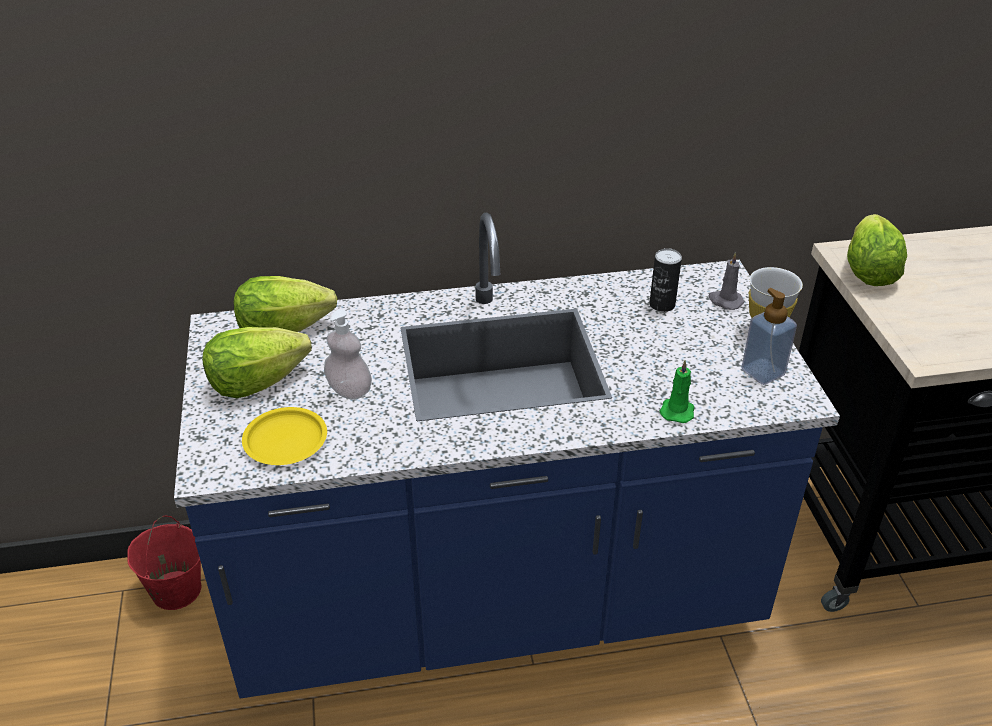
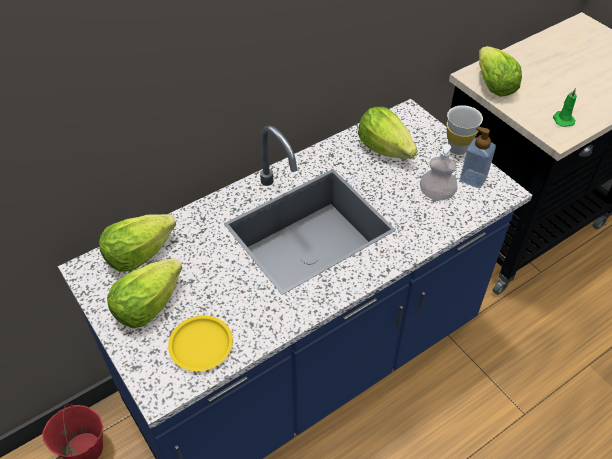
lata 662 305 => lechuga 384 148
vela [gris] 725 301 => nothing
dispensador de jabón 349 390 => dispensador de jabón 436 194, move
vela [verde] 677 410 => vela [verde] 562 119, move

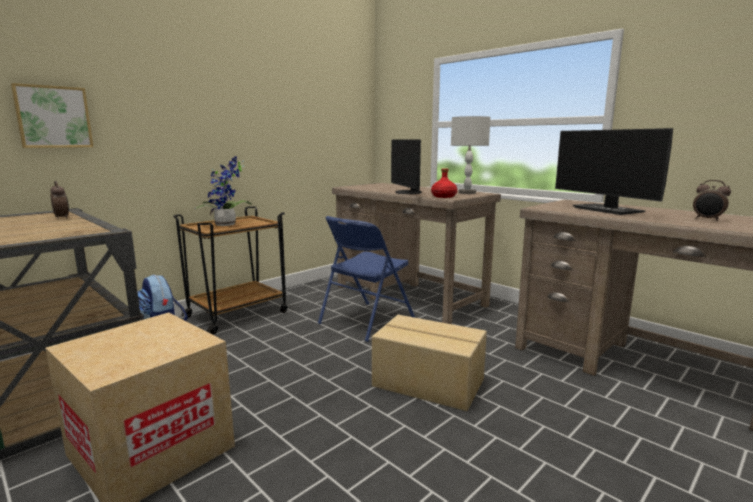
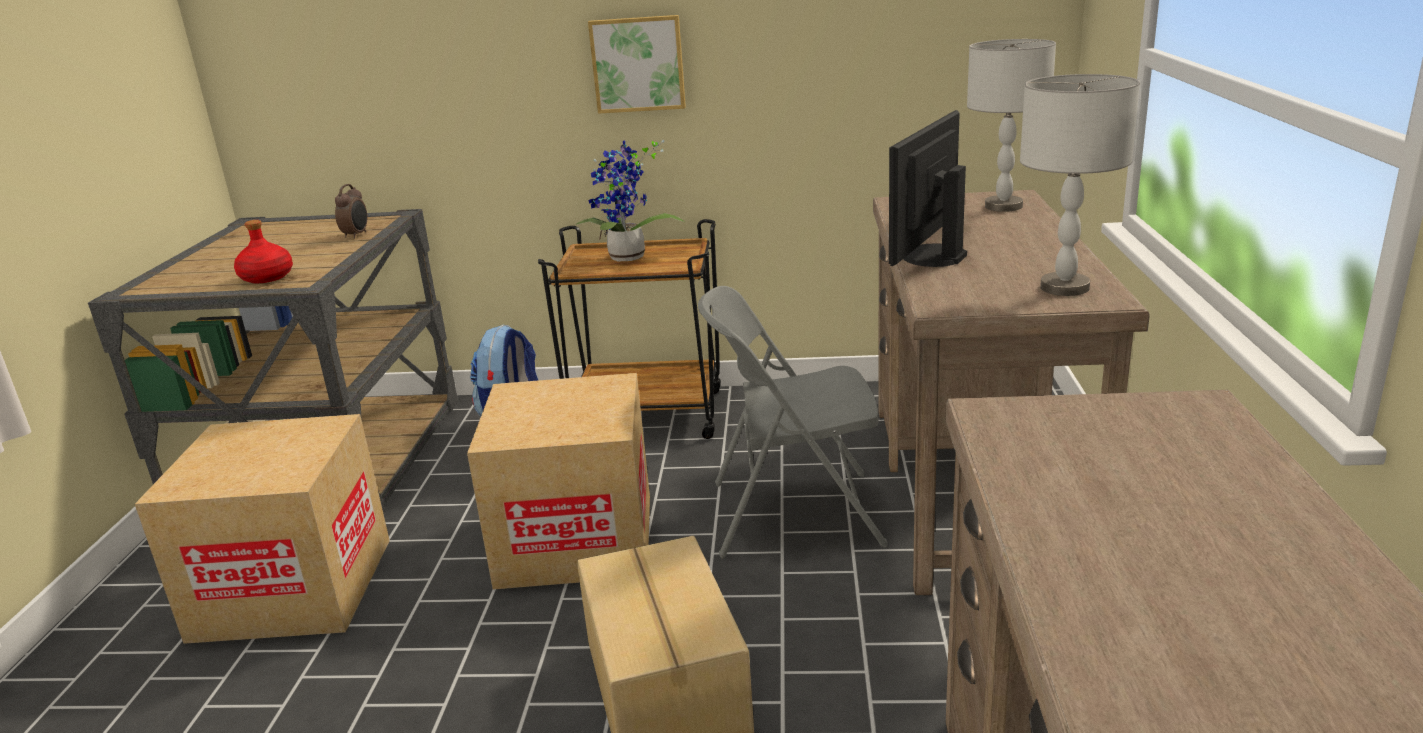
cuadro 53 117 => cuadro 638 64, move
monitor 608 210 => nothing
botella [rojo] 444 196 => botella [rojo] 267 277, move
despertador 707 219 => nothing
silla [azul] 366 320 => silla [gris] 795 513
nothing => lámpara de mesa [gris] 1002 206
nothing => caja de cartón 576 539

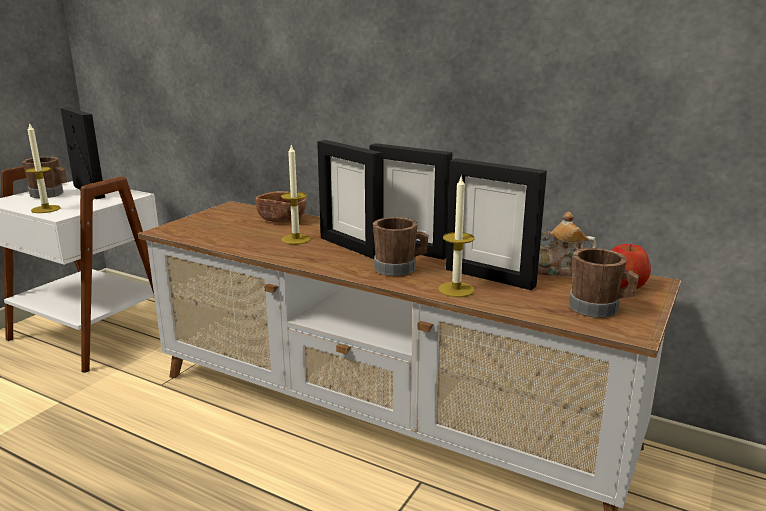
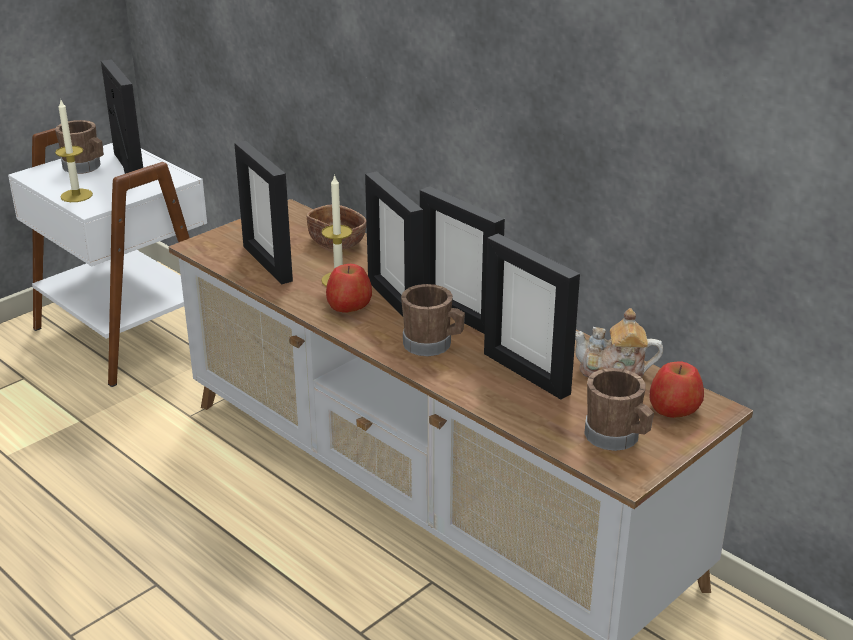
vela 456 289 => nothing
nothing => portarretratos 269 263
nothing => manzana 349 306

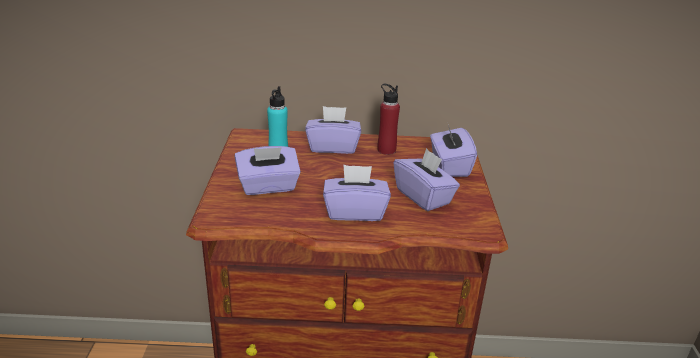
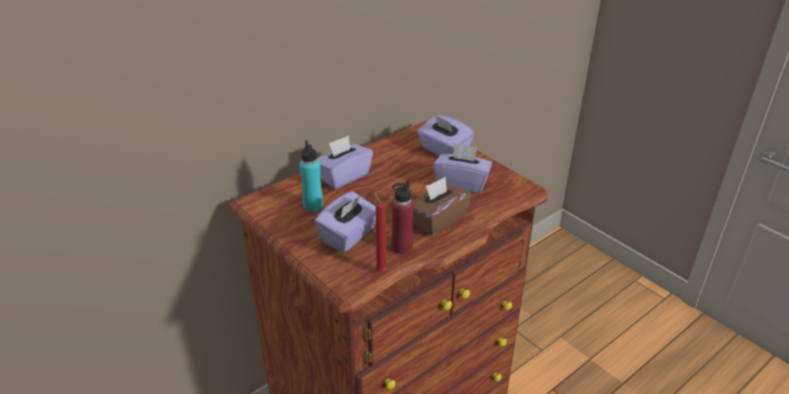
botella [rojo] 386 150 => botella [rojo] 401 247, move
caja de pañuelos [morado] 355 212 => caja de pañuelos [marrón] 437 220
nothing => vela [rojo] 380 270

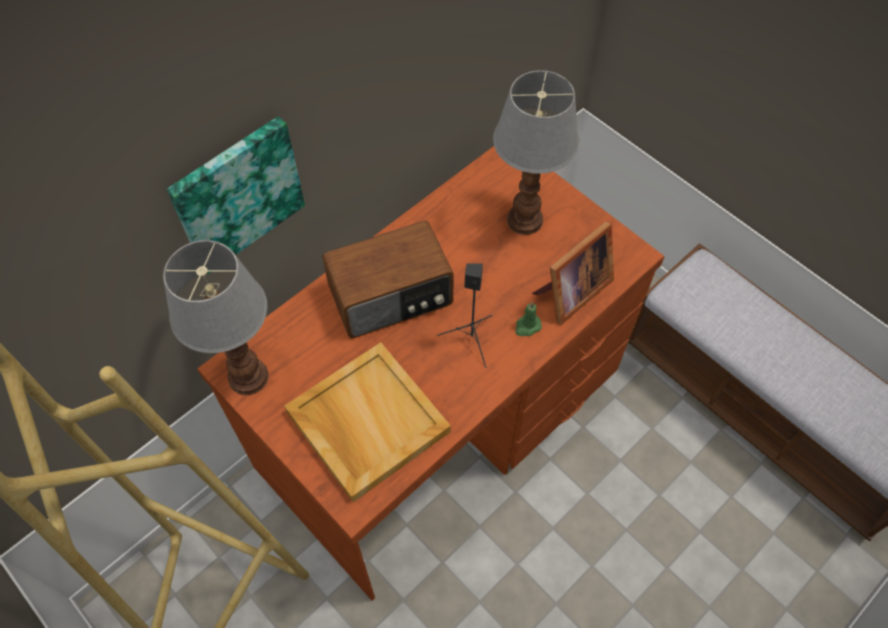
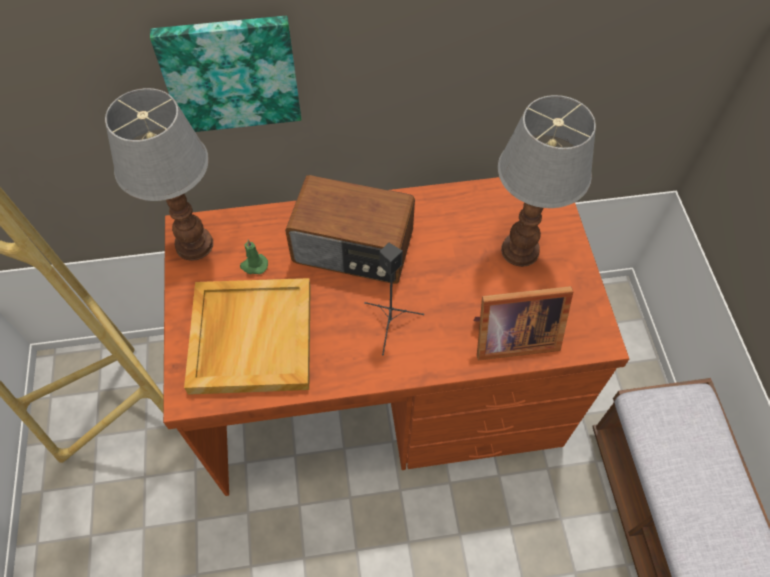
vela [verde] 527 326 => vela [verde] 254 265, move

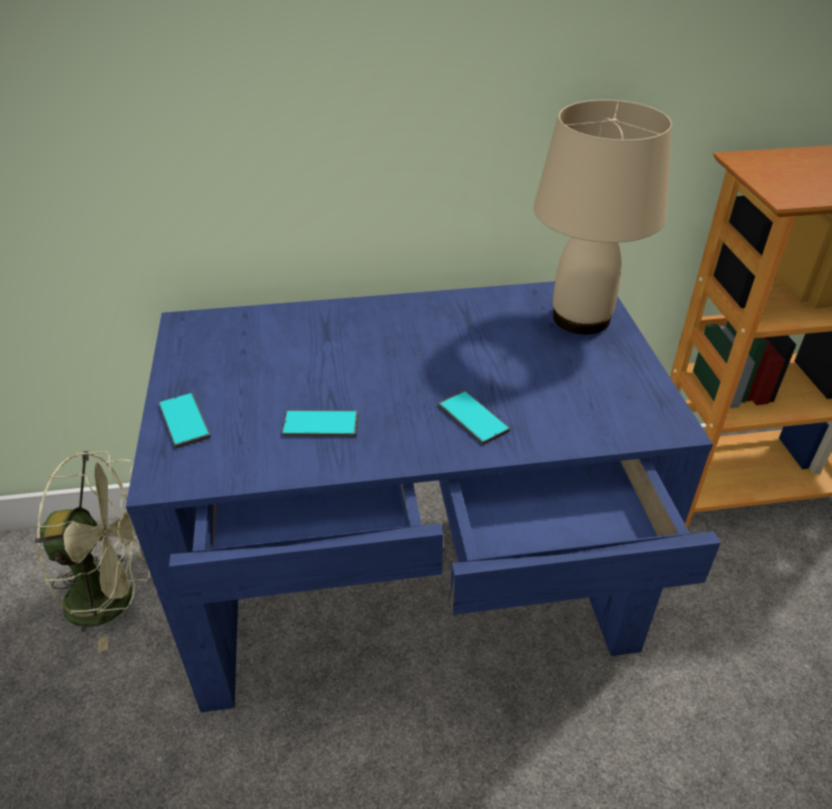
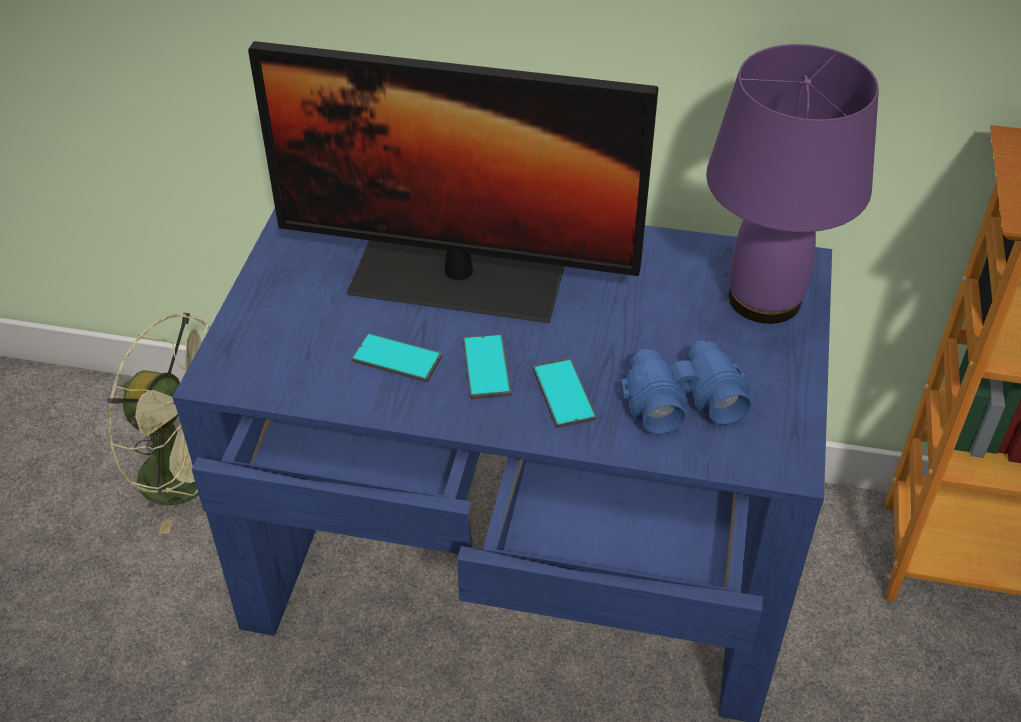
lámpara de mesa [beis] 580 317 => lámpara de mesa [morado] 765 298
móvil 184 420 => móvil 486 367, move
nothing => monitor 457 278
nothing => prismáticos [azul] 681 399

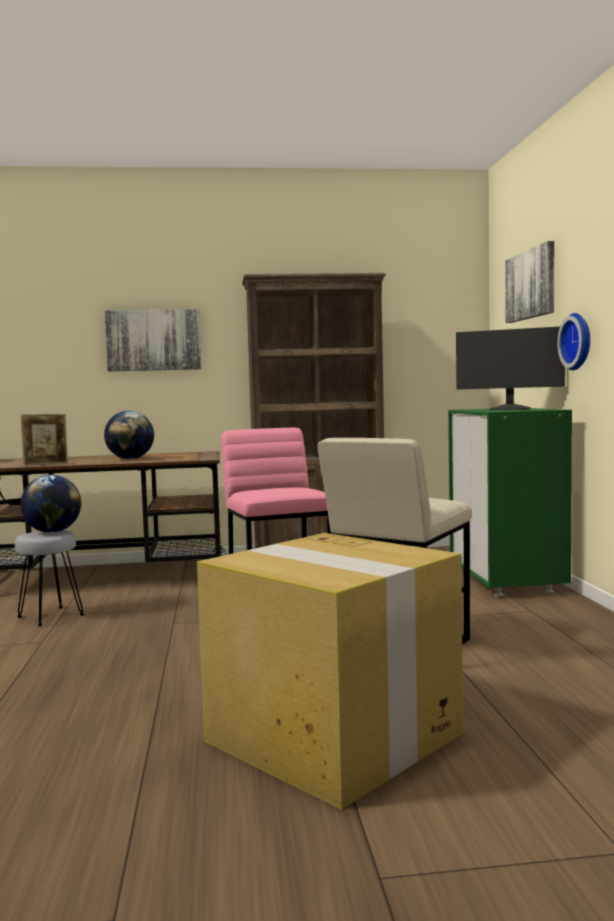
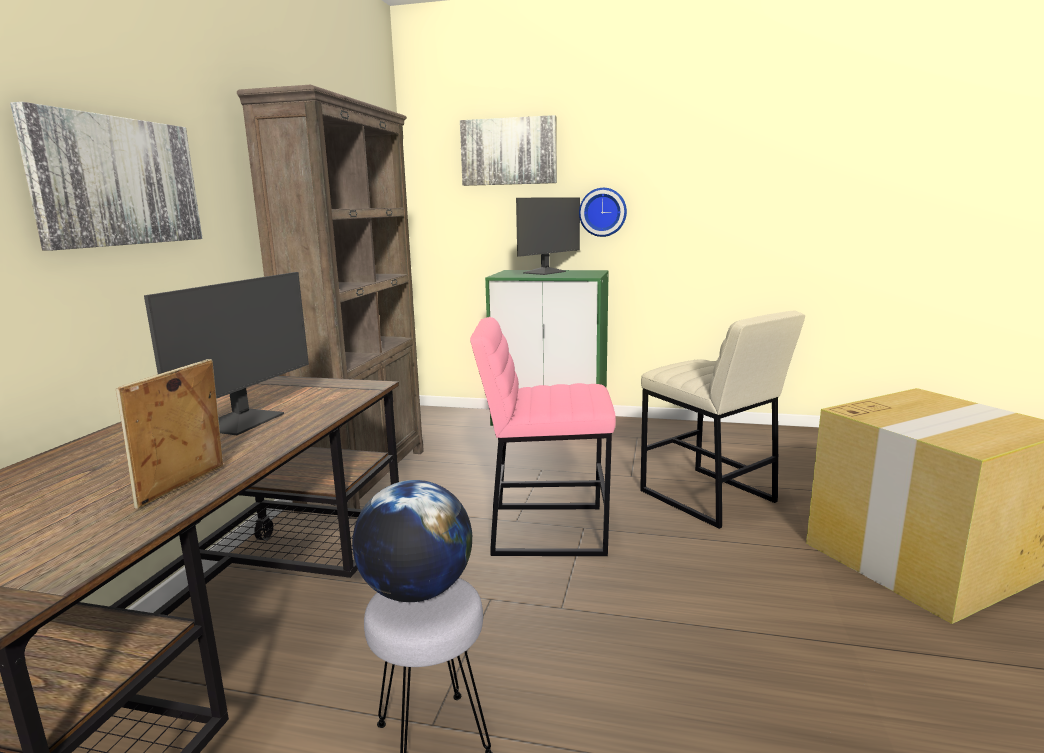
globo terráqueo 130 459 => monitor 242 421
portarretratos 46 464 => portarretratos 184 487, 150 degrees counterclockwise

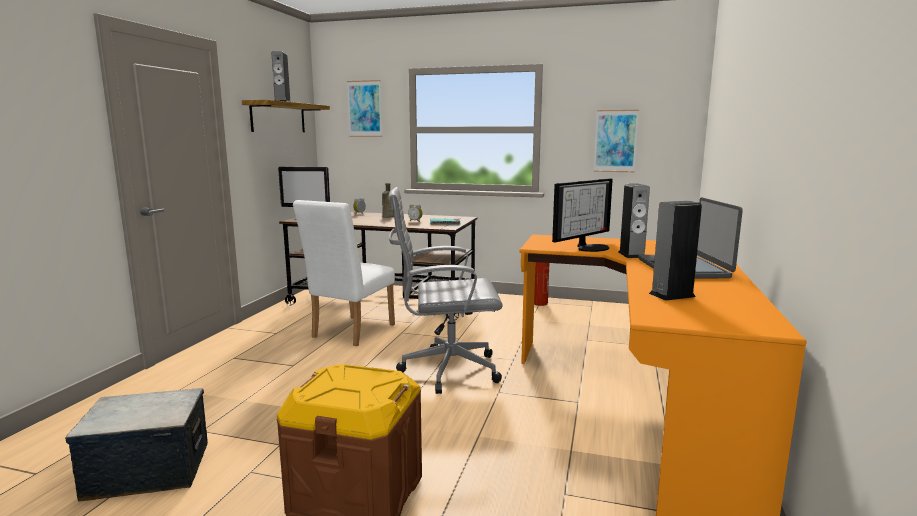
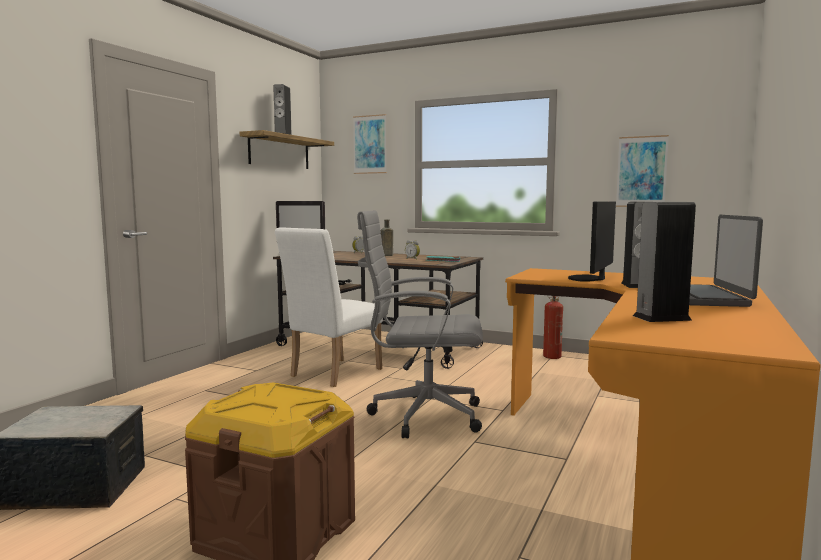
monitor 590 247 => monitor 590 279, 150 degrees clockwise

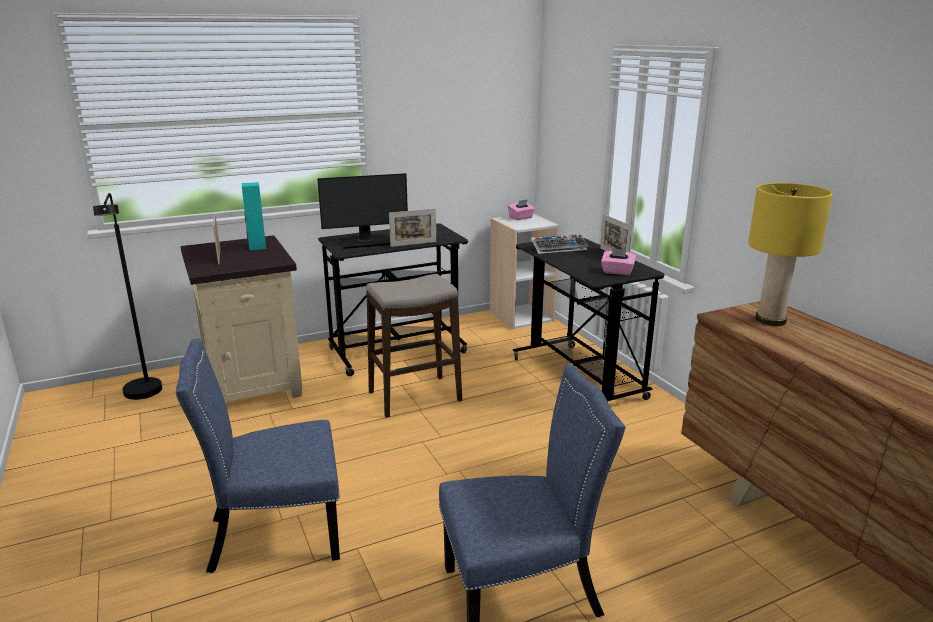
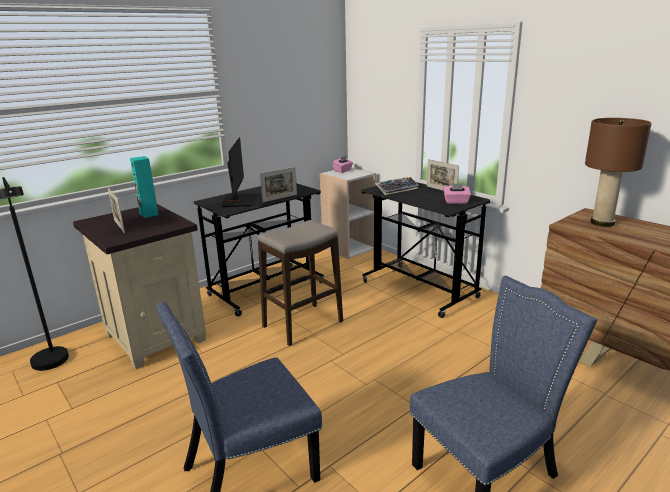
monitor 366 242 => monitor 238 200, 60 degrees counterclockwise
lámpara de mesa [amarillo] 771 320 => lámpara de mesa [marrón] 602 223

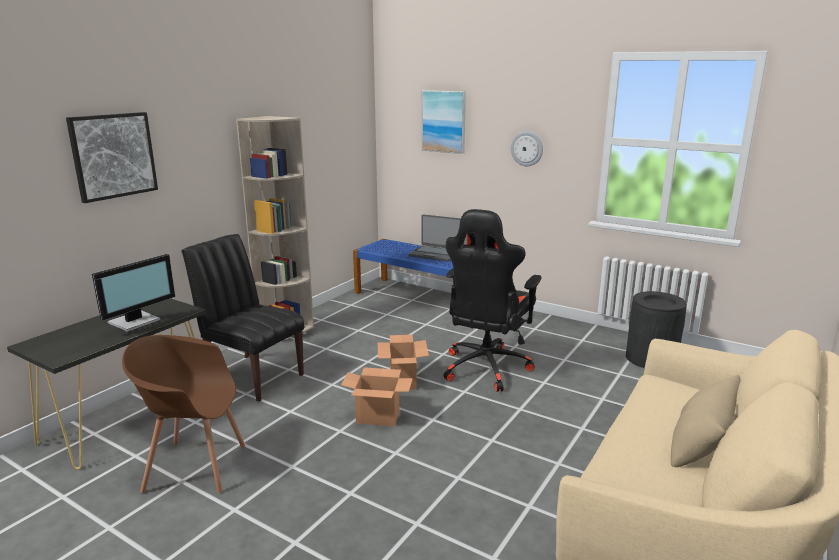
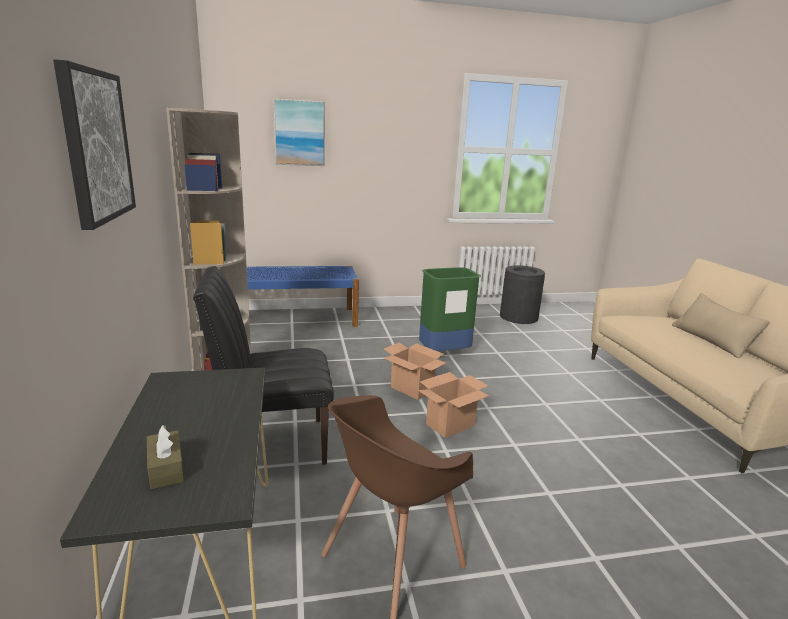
reloj de pared 527 148 => nothing
silla de oficina [negro] 488 364 => papelera [verde] 444 353
portátil 435 254 => nothing
monitor 136 321 => nothing
nothing => caja de pañuelos [marrón] 166 468

